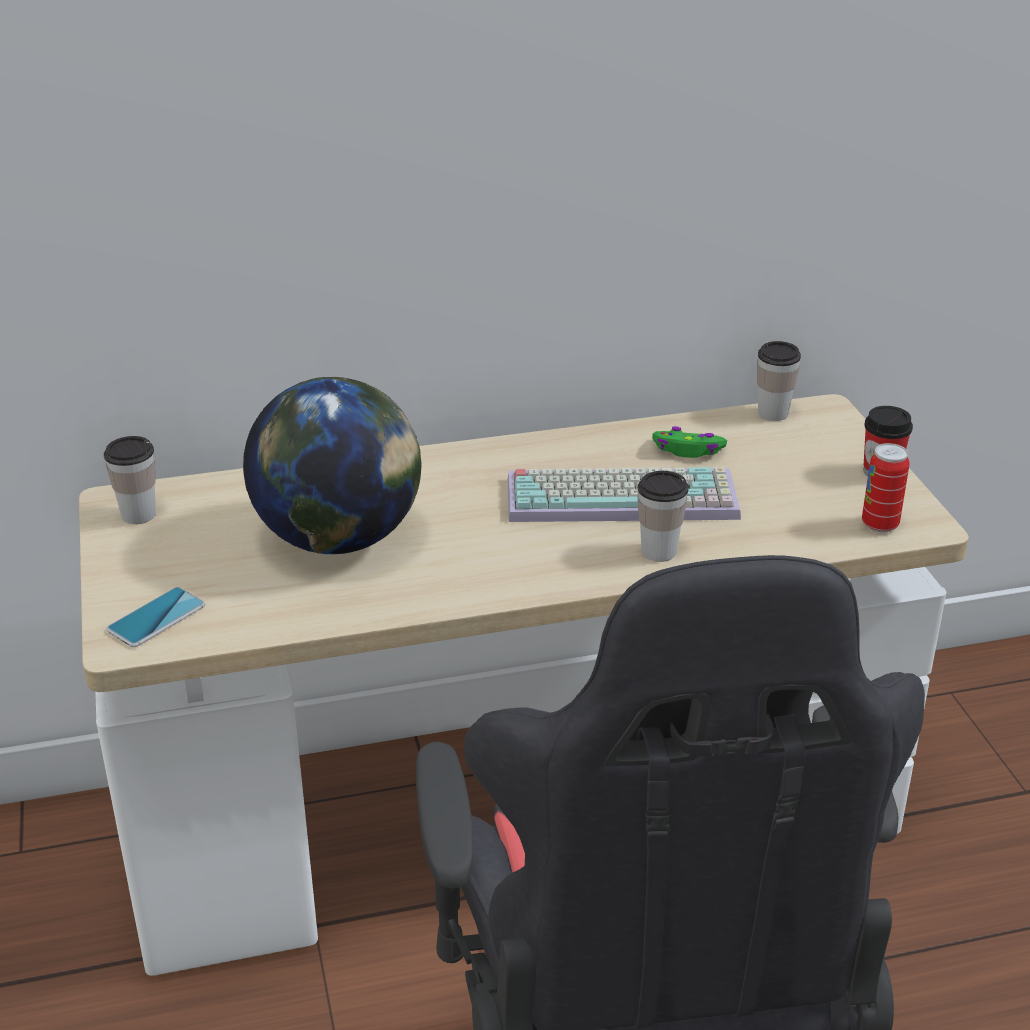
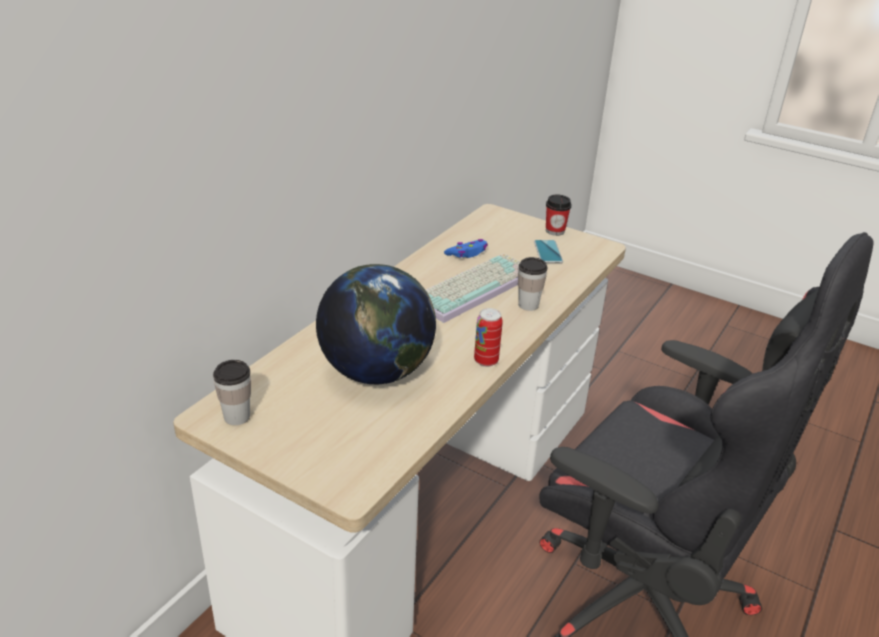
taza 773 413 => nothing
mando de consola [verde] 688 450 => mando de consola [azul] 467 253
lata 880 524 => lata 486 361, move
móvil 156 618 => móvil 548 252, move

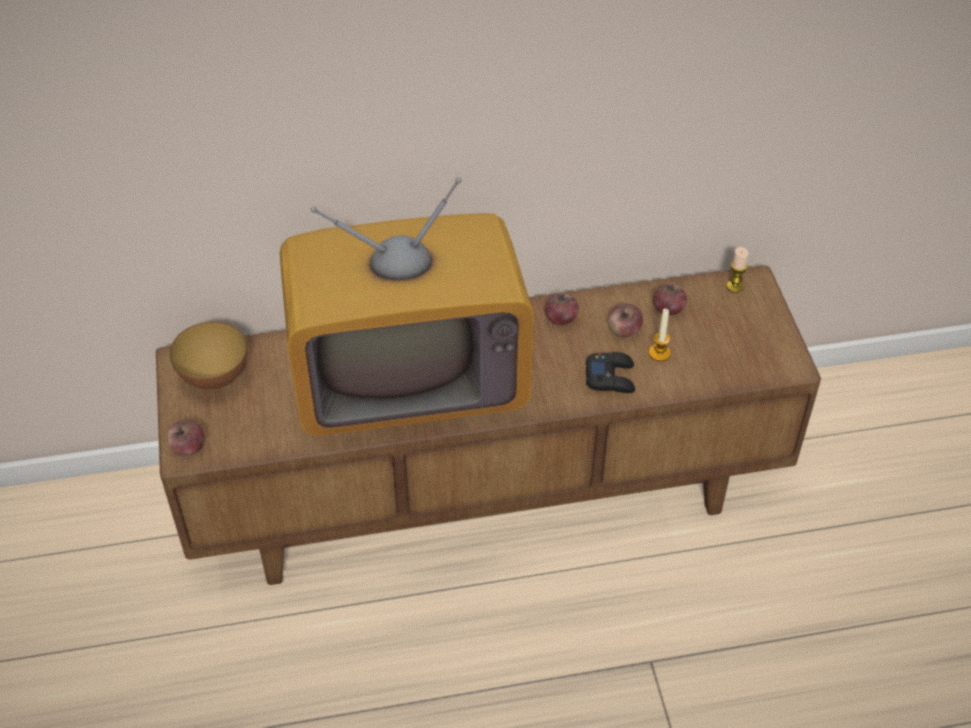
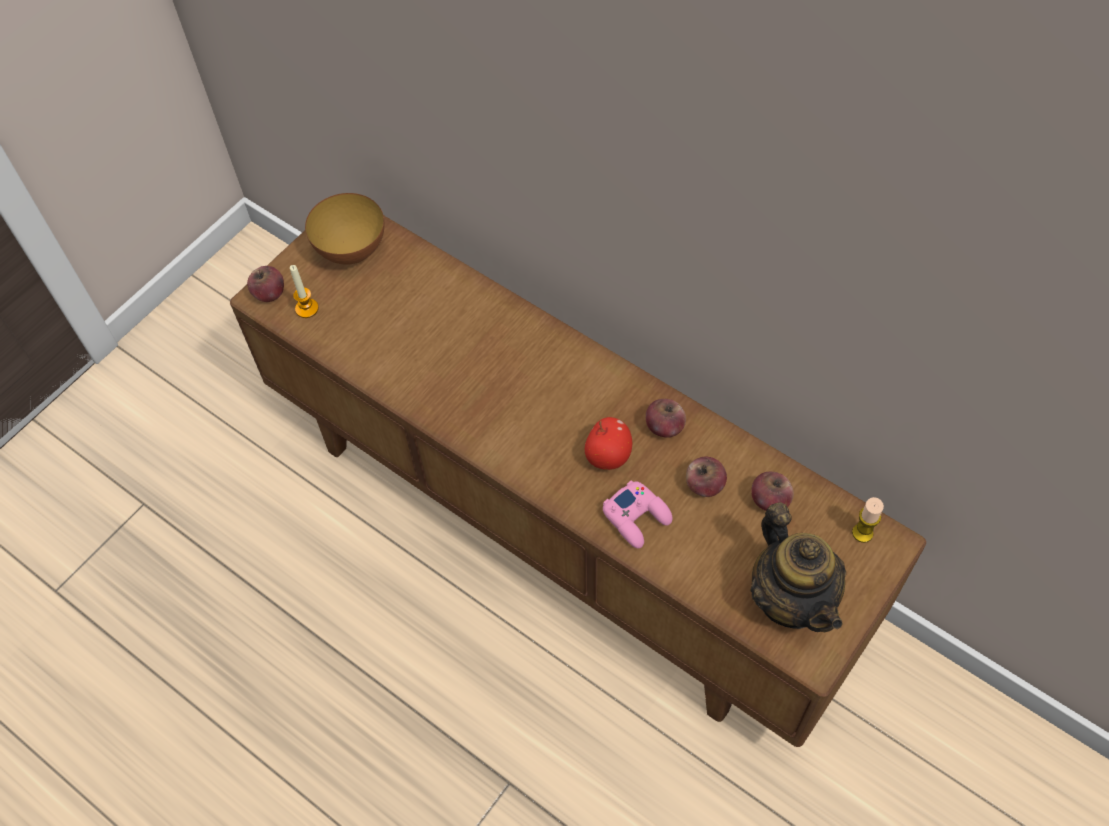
televisor 408 375 => nothing
vela 659 353 => vela 307 308, move
mando de consola [negro] 610 377 => mando de consola [rosa] 637 517
nothing => manzana 608 456
nothing => tetera 791 598

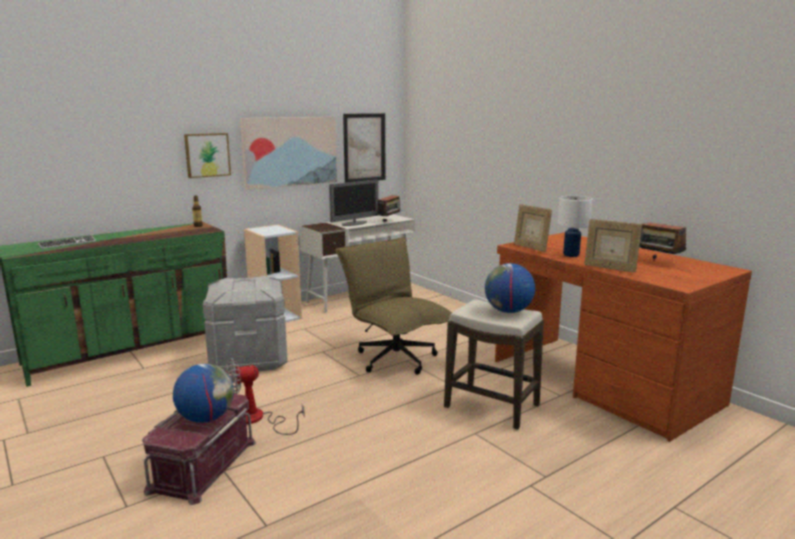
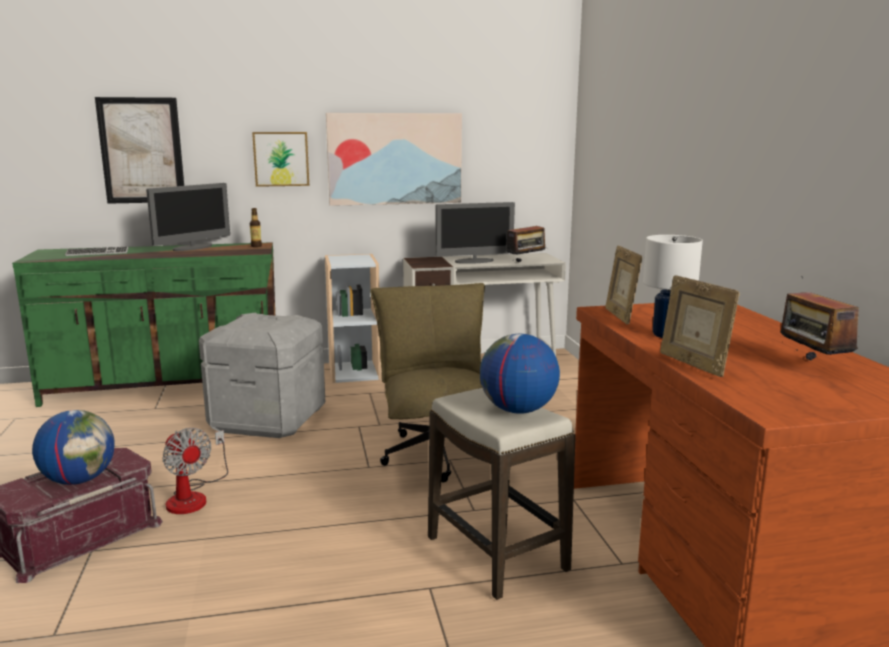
cuadro 364 147 => cuadro 141 150, move
ventilador 257 419 => ventilador 193 496, 135 degrees counterclockwise
nothing => monitor 193 248

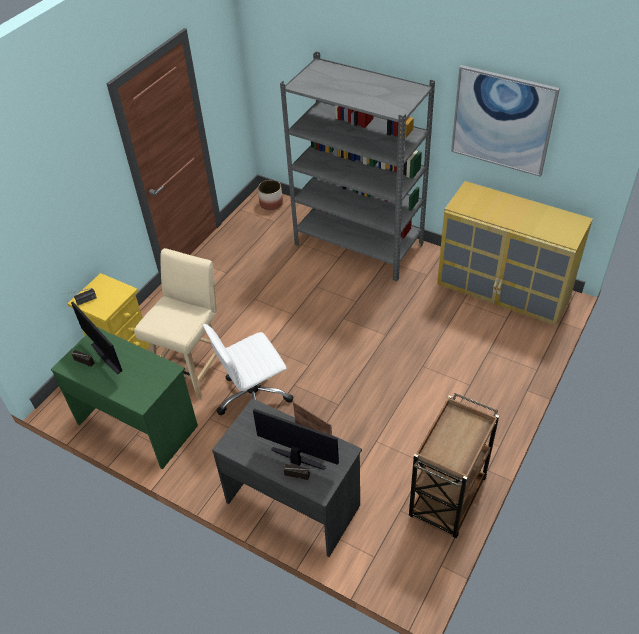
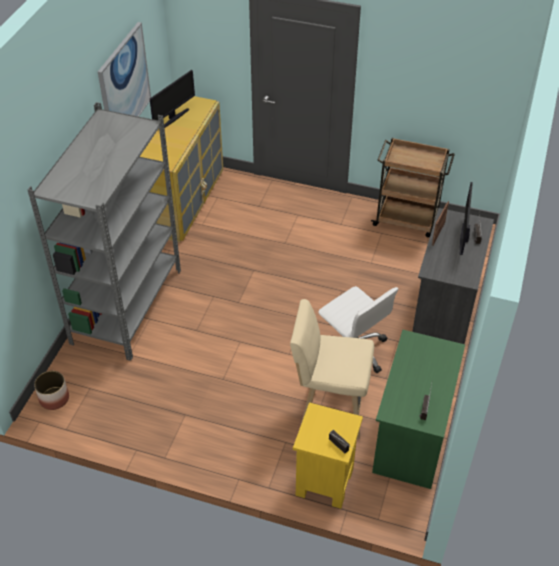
monitor 107 357 => monitor 173 118, move

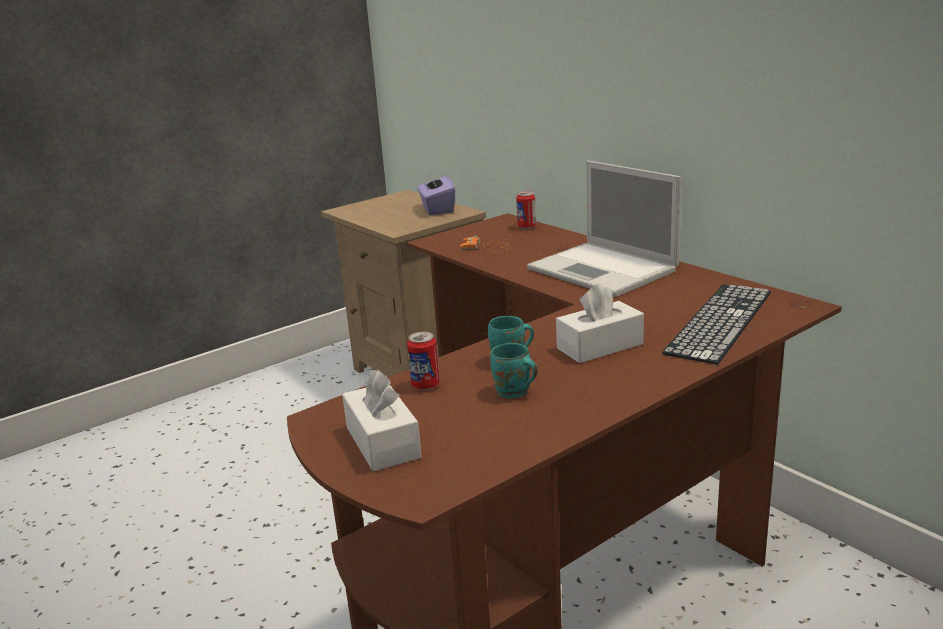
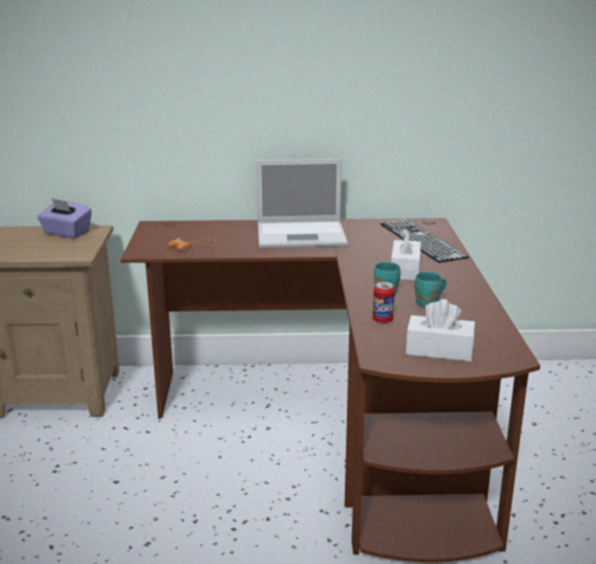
lata 526 227 => nothing

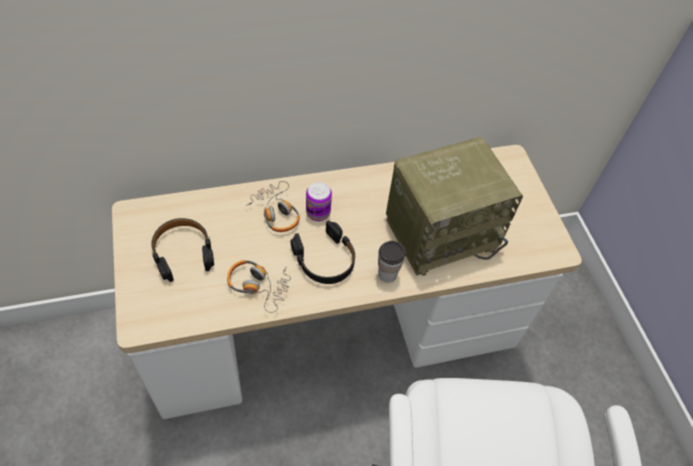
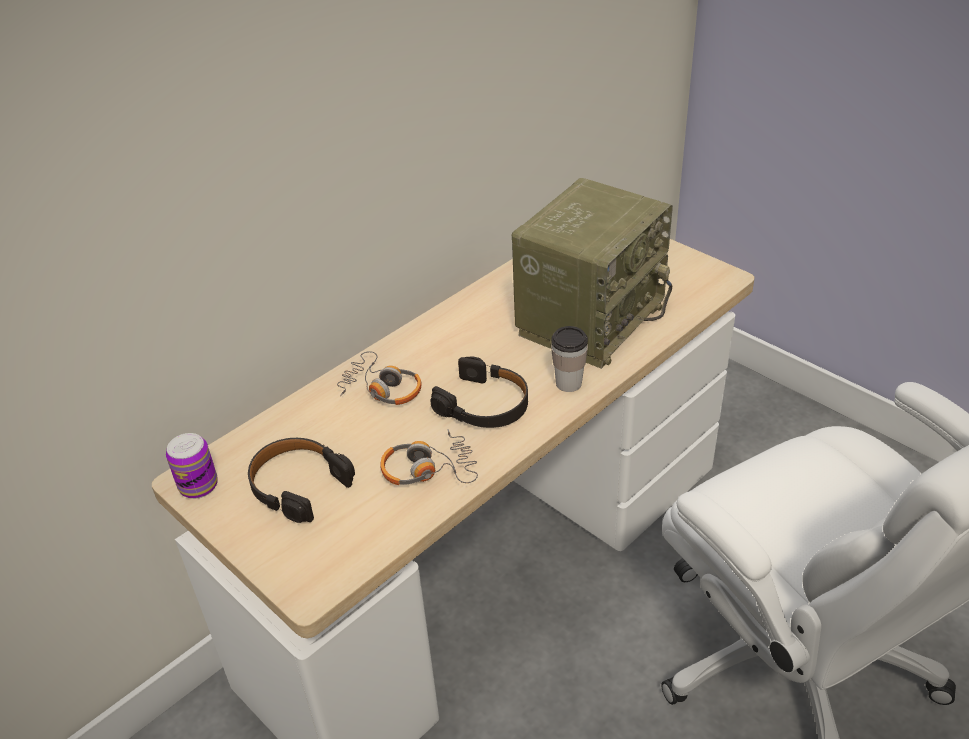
lata 318 212 => lata 198 486, move

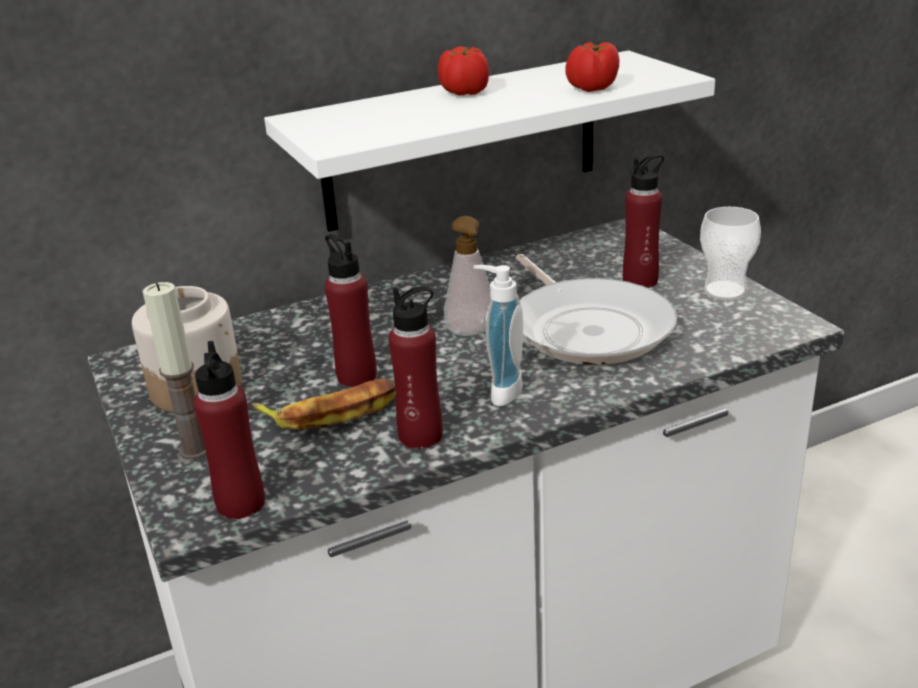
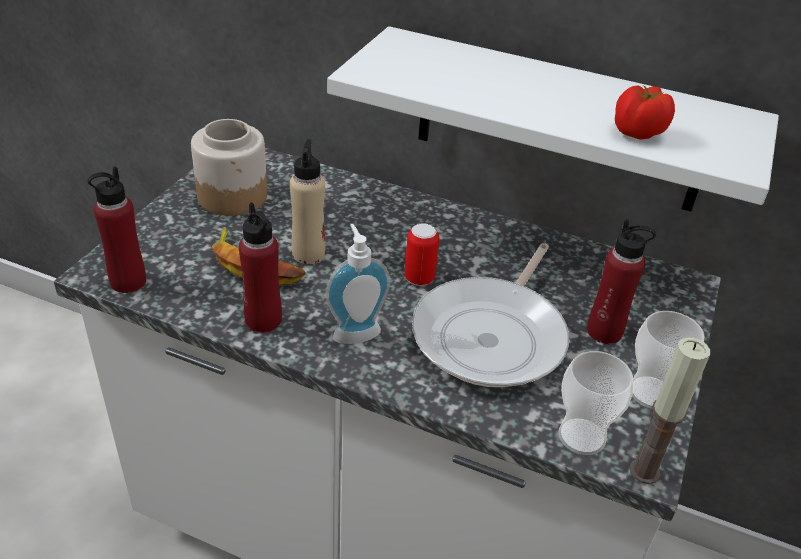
tomate 464 93 => nothing
dispensador de jabón 472 333 => lata 419 278
botella [rojo] 356 376 => botella [beis] 308 253
vela 194 450 => vela 644 471, move
nothing => taza 581 436

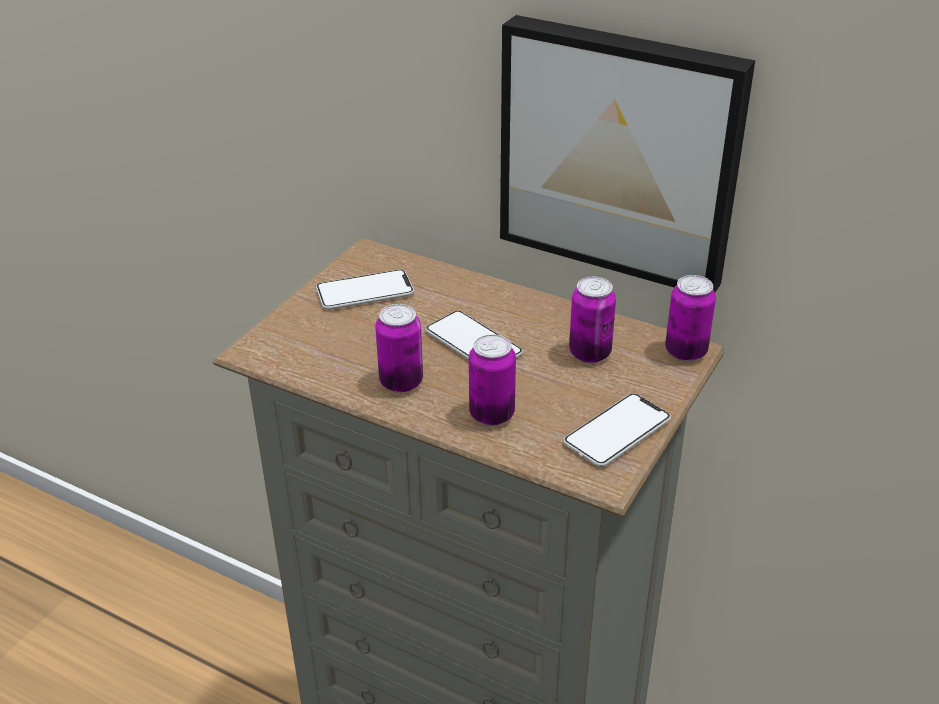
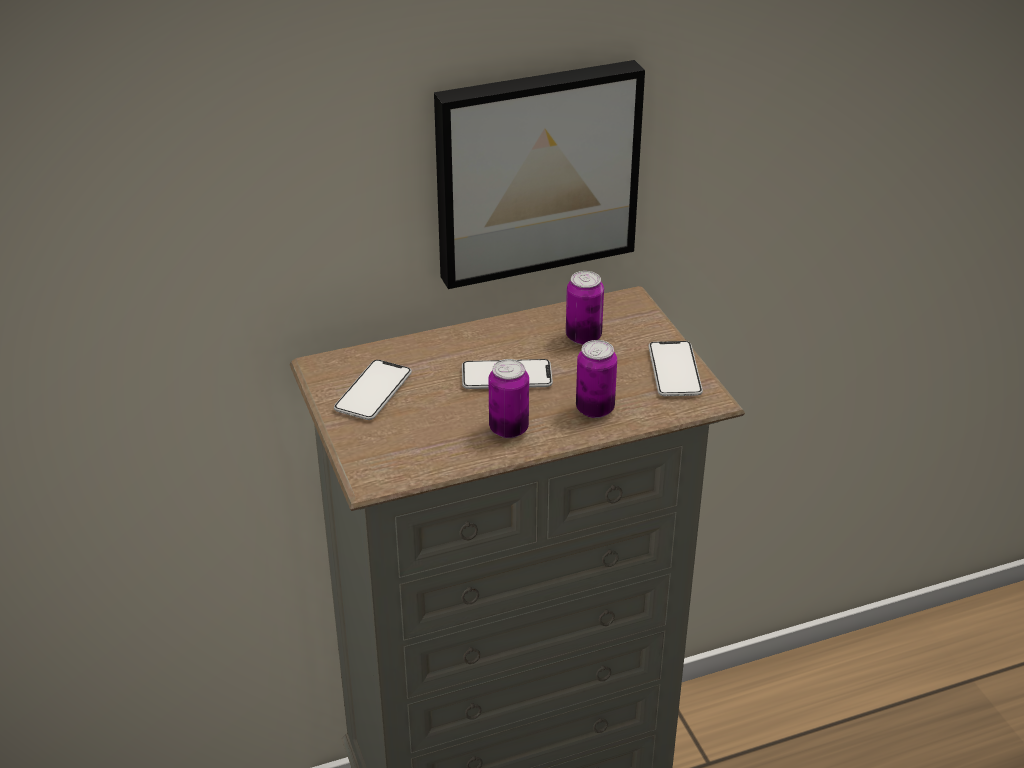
lata 685 351 => nothing

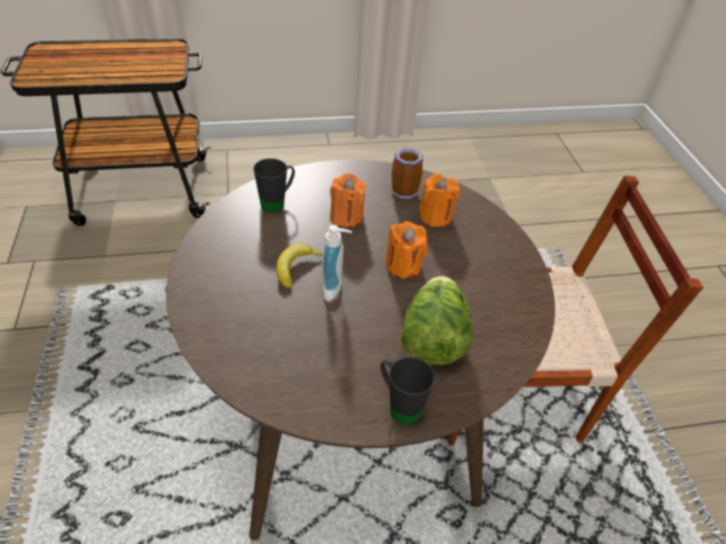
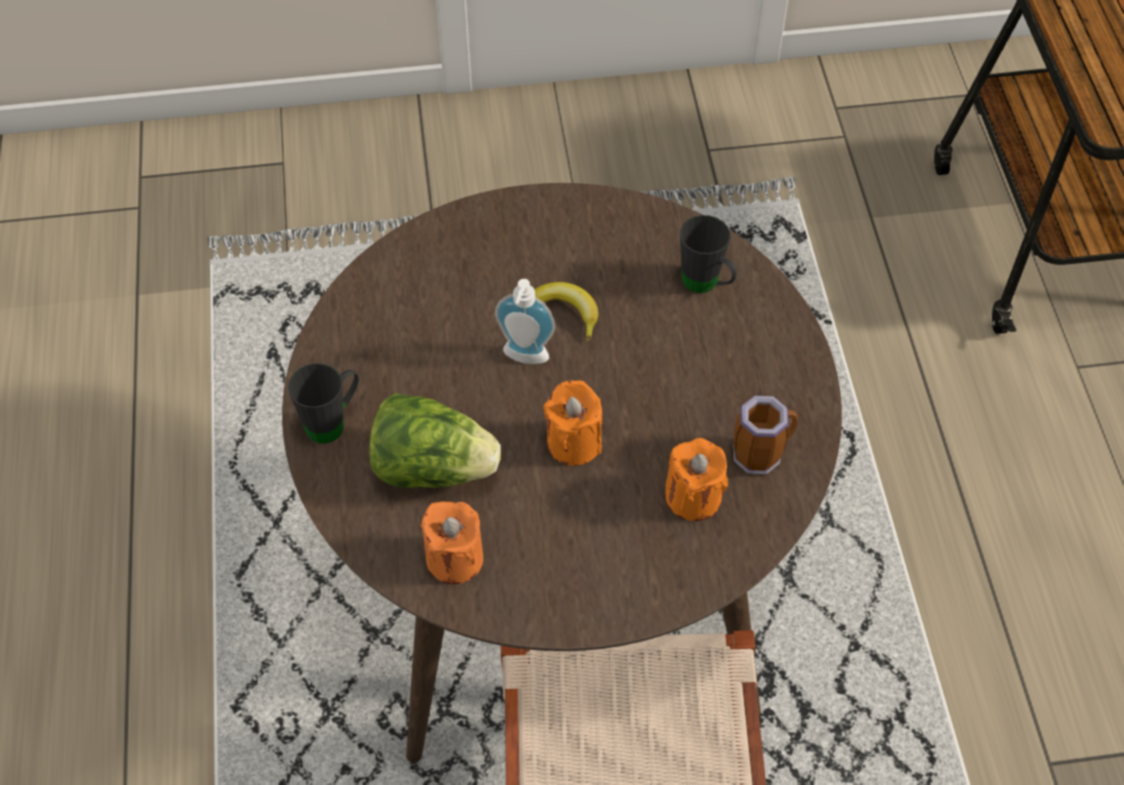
vela [naranja] 346 216 => vela [naranja] 454 559, move

